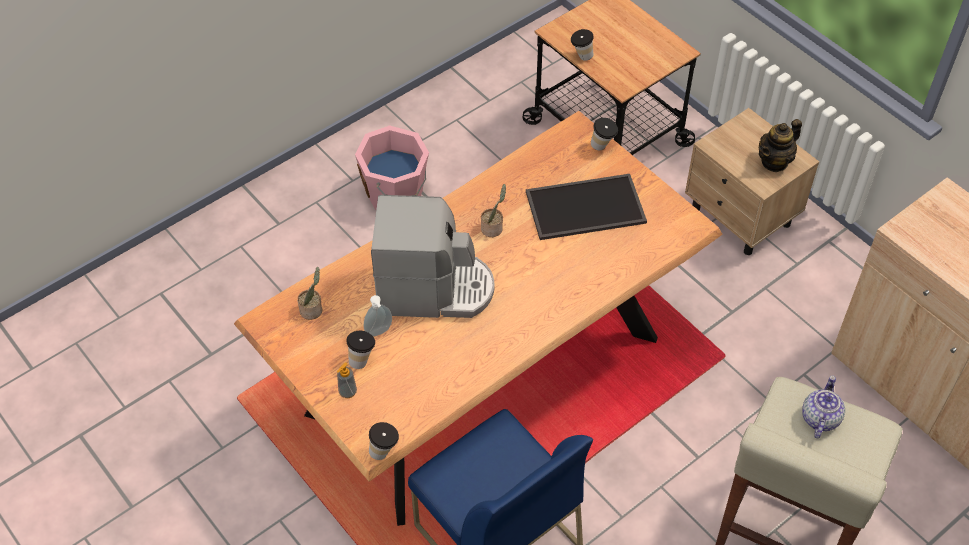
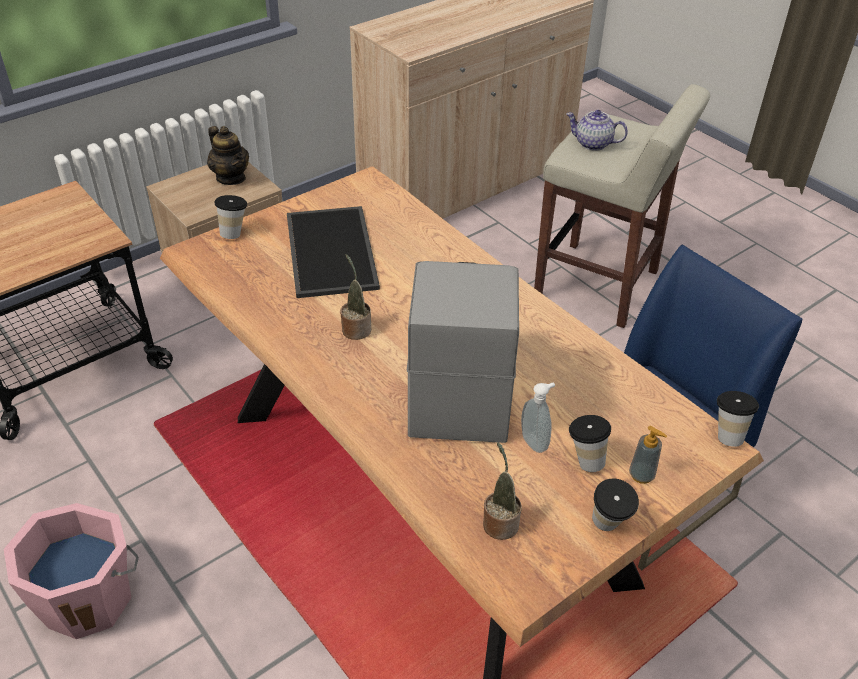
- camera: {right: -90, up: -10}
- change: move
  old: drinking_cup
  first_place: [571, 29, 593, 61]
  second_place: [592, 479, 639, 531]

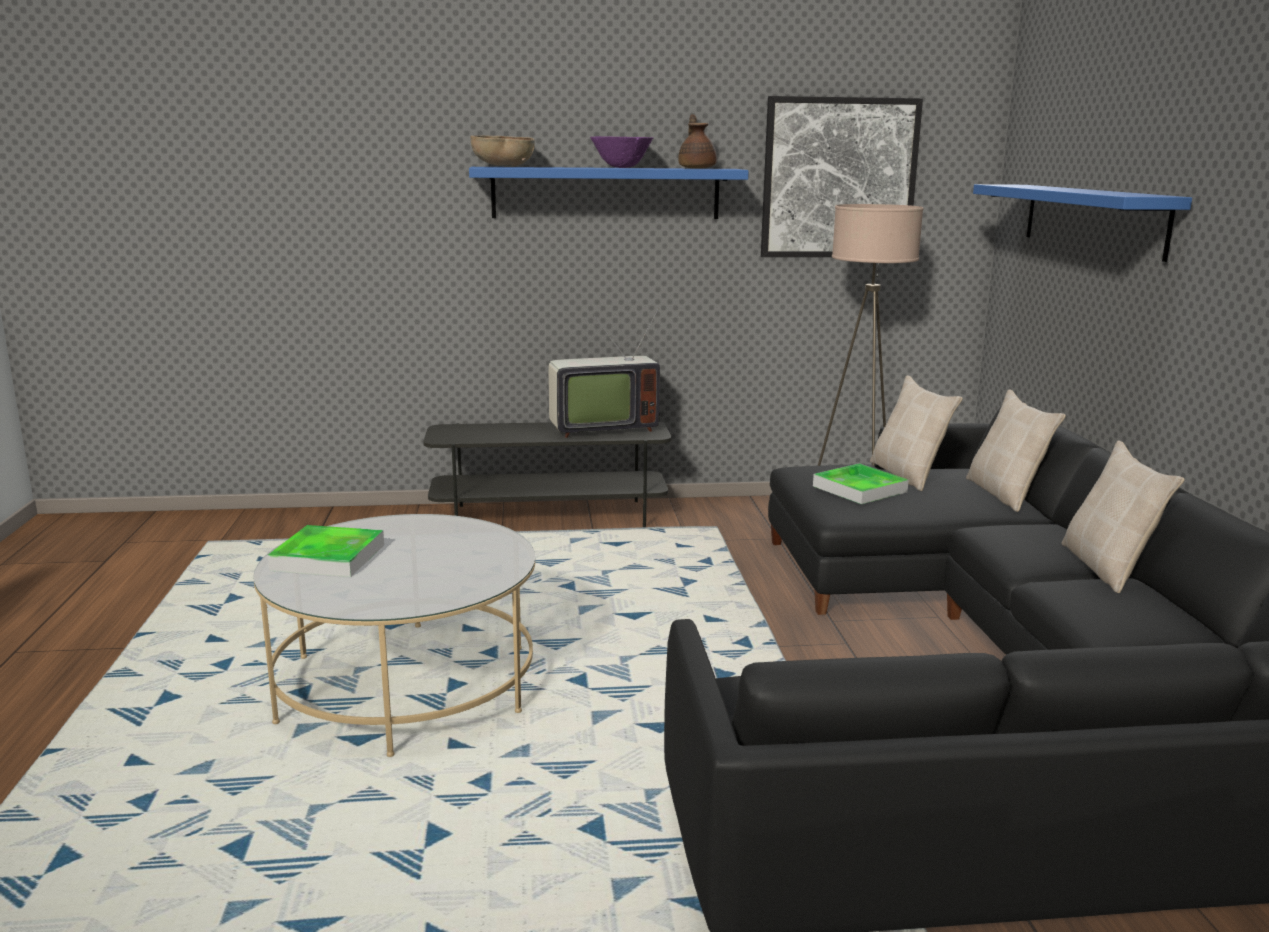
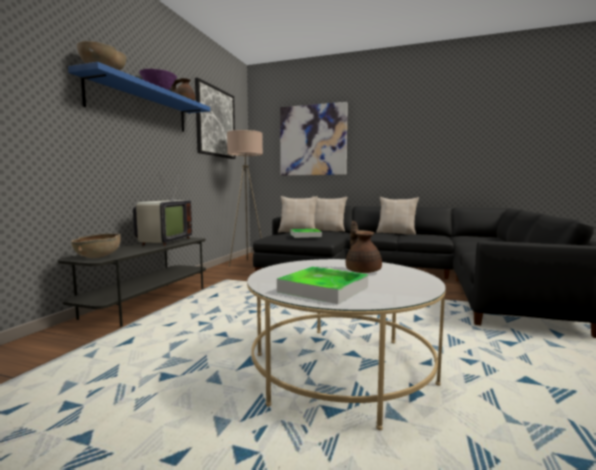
- camera: {right: -65, up: -10}
- change: replace
  old: blue_bracket_shelf
  new: wall_picture
  first_place: [973, 184, 1192, 262]
  second_place: [280, 102, 348, 176]
- change: insert
  new: brown_teapot
  second_place: [346, 221, 382, 273]
- change: insert
  new: brown_bowl
  second_place: [71, 234, 121, 258]

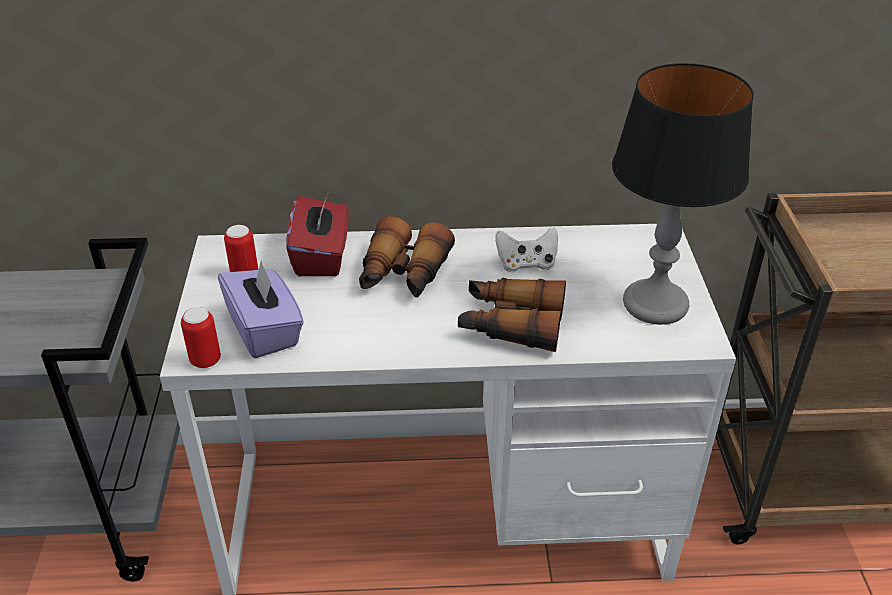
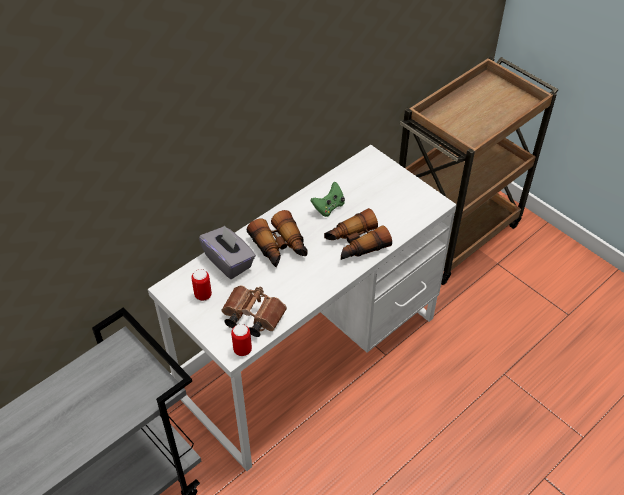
- camera: {right: -40, up: 10}
- change: delete
  old: tabletop_lamp
  first_place: [612, 63, 754, 325]
- change: recolor
  old: red-coloured_box_of_tissues
  new: grey_box_of_tissues
  first_place: [286, 196, 349, 276]
  second_place: [199, 225, 256, 279]
- change: recolor
  old: whitish_gamepad
  new: green-coloured_gamepad
  first_place: [495, 227, 558, 272]
  second_place: [311, 182, 345, 217]
- change: replace
  old: purple-coloured_box_of_tissues
  new: brown_field_glasses
  first_place: [218, 260, 304, 358]
  second_place: [221, 285, 287, 337]

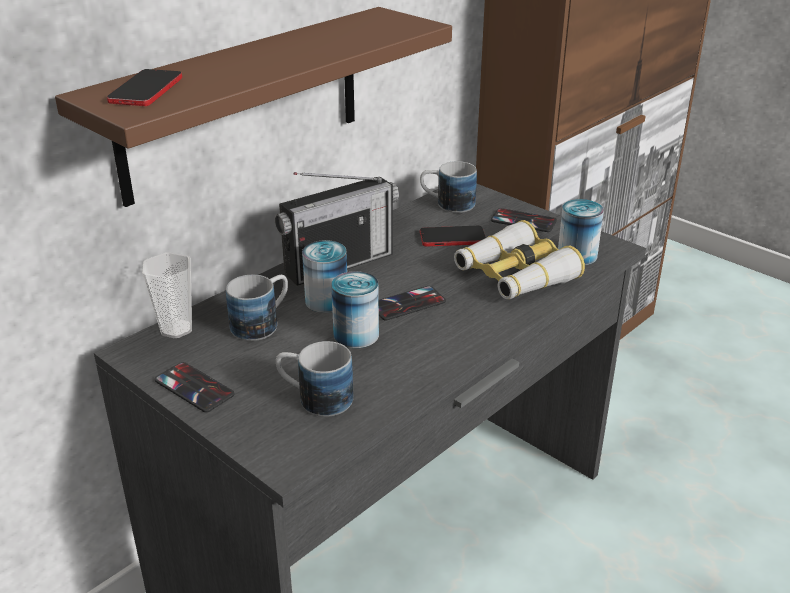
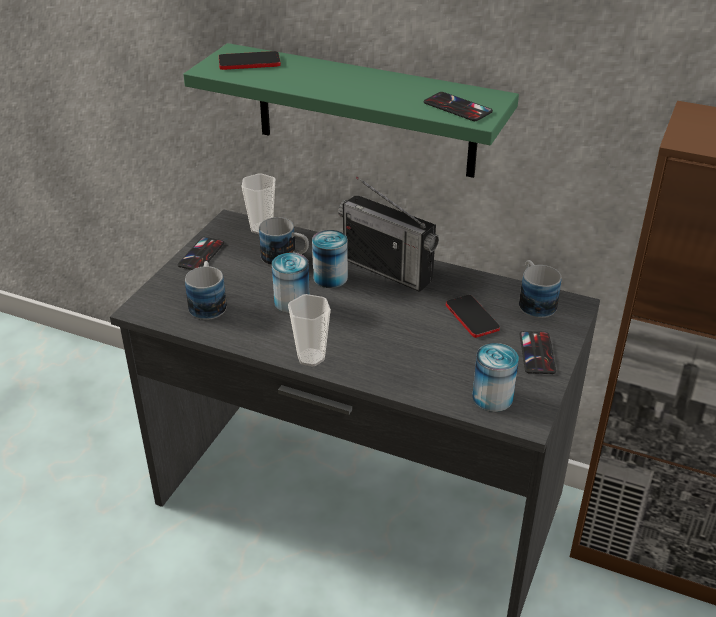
- camera: {right: 70, up: 5}
- change: recolor
  old: brown_bracket_shelf
  new: green-coloured_bracket_shelf
  first_place: [55, 7, 452, 207]
  second_place: [183, 43, 519, 178]
- change: delete
  old: field_glasses
  first_place: [454, 220, 585, 300]
- change: move
  old: telephone
  first_place: [379, 286, 446, 320]
  second_place: [424, 92, 493, 121]
- change: insert
  new: drinking_cup
  second_place: [288, 294, 331, 366]

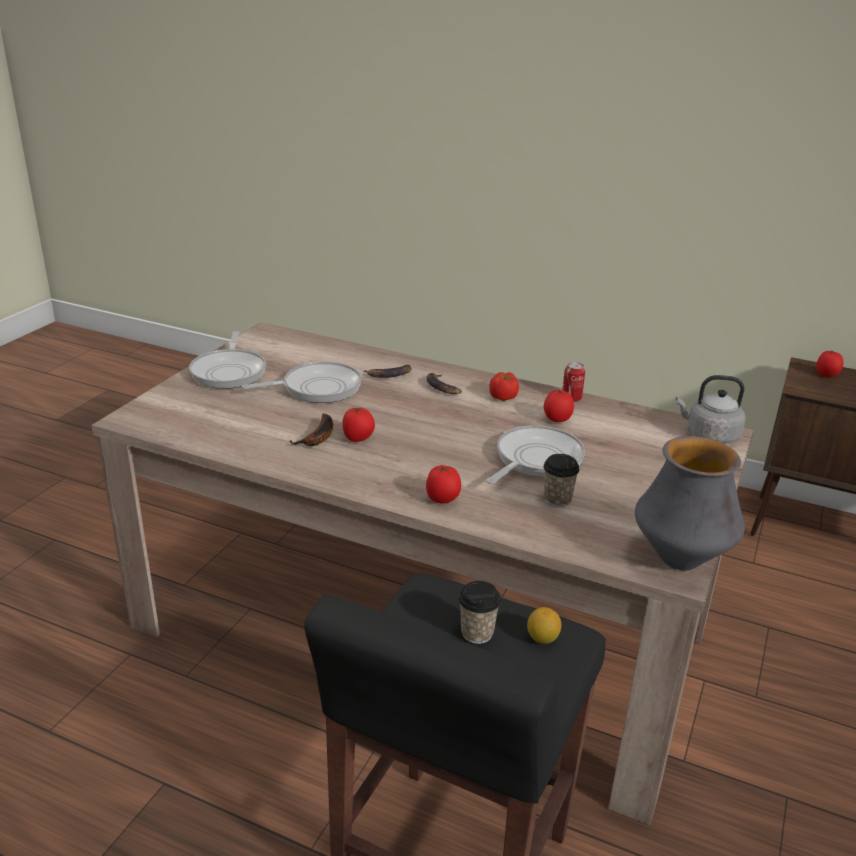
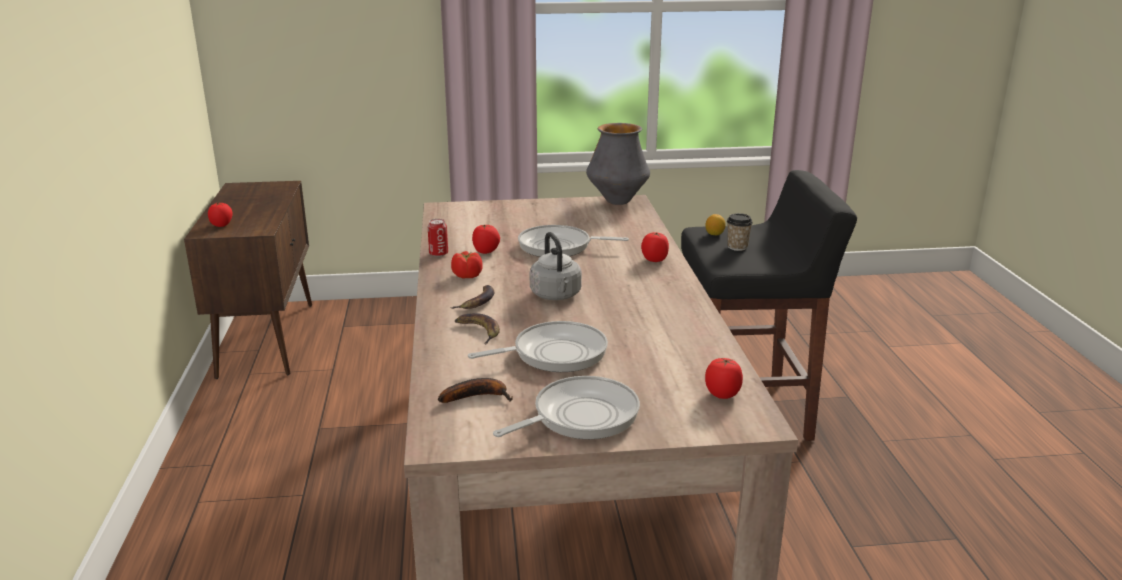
- camera: {right: -120, up: -5}
- change: rotate
  old: skillet
  first_place: [242, 362, 362, 403]
  second_place: [468, 321, 608, 372]
  degrees: 120
- change: move
  old: grey_water_kettle
  first_place: [676, 375, 746, 444]
  second_place: [530, 232, 582, 300]
- change: move
  old: tomato
  first_place: [342, 407, 375, 442]
  second_place: [705, 358, 743, 399]
- change: move
  old: banana
  first_place: [289, 413, 333, 446]
  second_place: [438, 378, 513, 403]
- change: delete
  old: drinking_cup
  first_place: [543, 454, 579, 507]

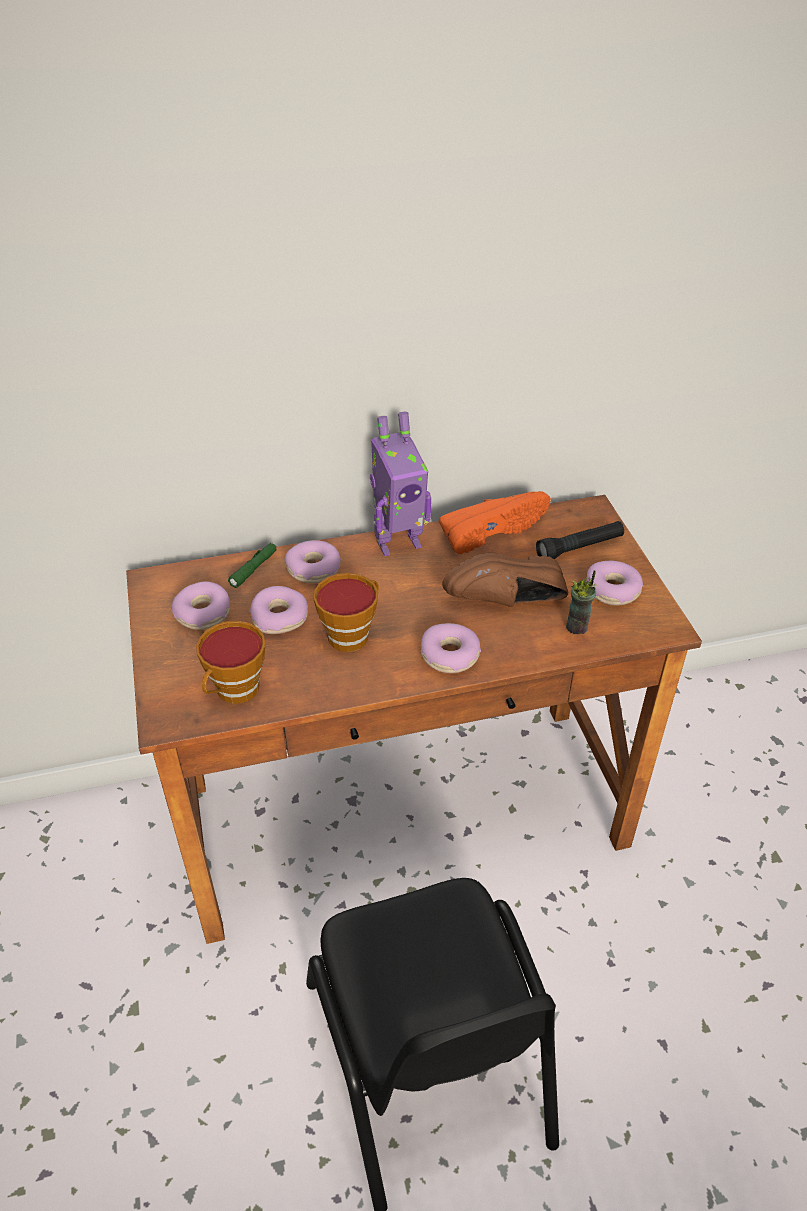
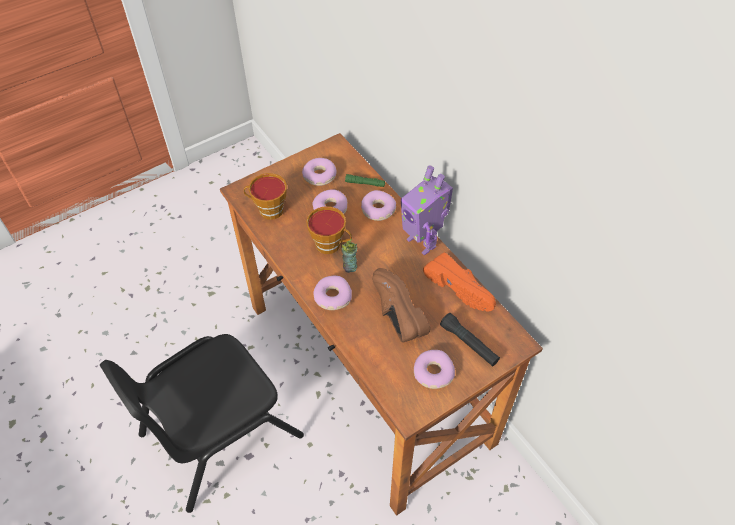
- camera: {right: 70, up: 10}
- change: move
  old: drinking_cup
  first_place: [566, 570, 597, 634]
  second_place: [341, 239, 357, 273]

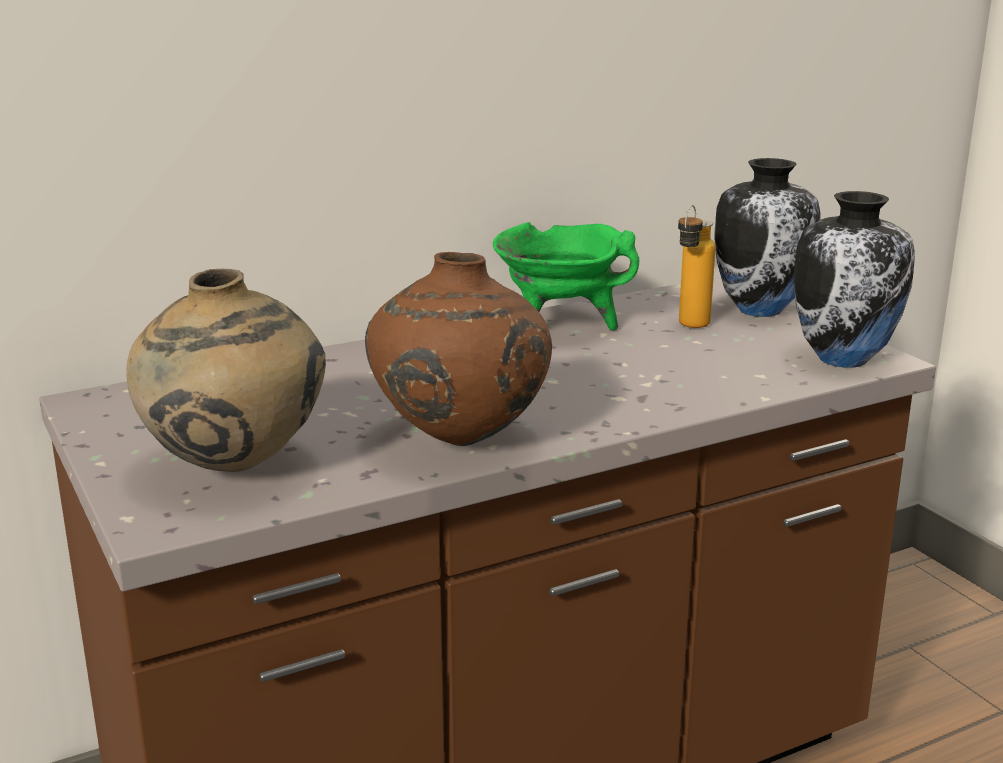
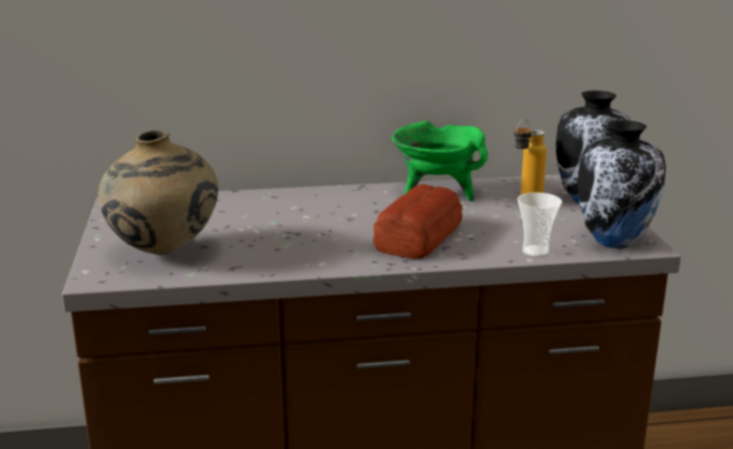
- camera: {right: 20, up: 0}
- change: delete
  old: brown_flower_vase
  first_place: [365, 252, 552, 446]
- change: insert
  new: baked_bread
  second_place: [373, 184, 463, 259]
- change: insert
  new: drinking_cup
  second_place: [517, 192, 562, 257]

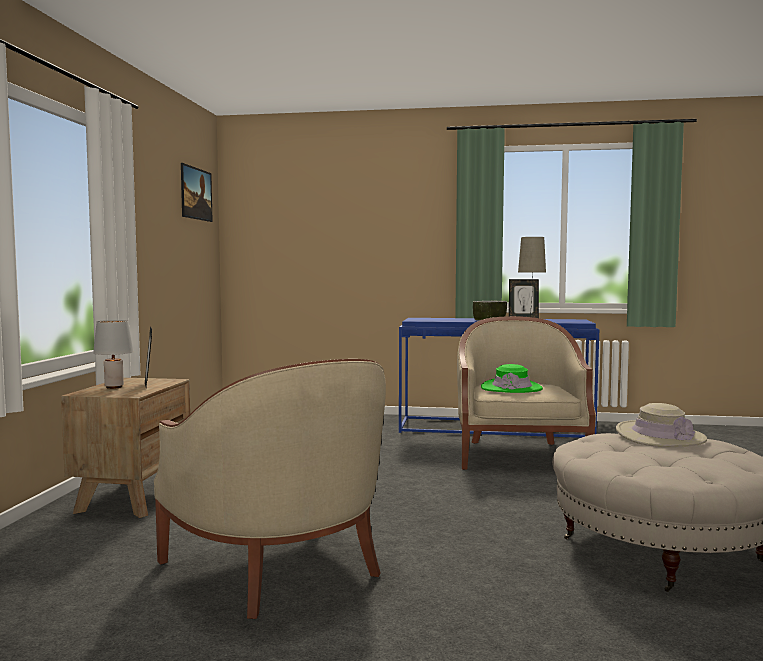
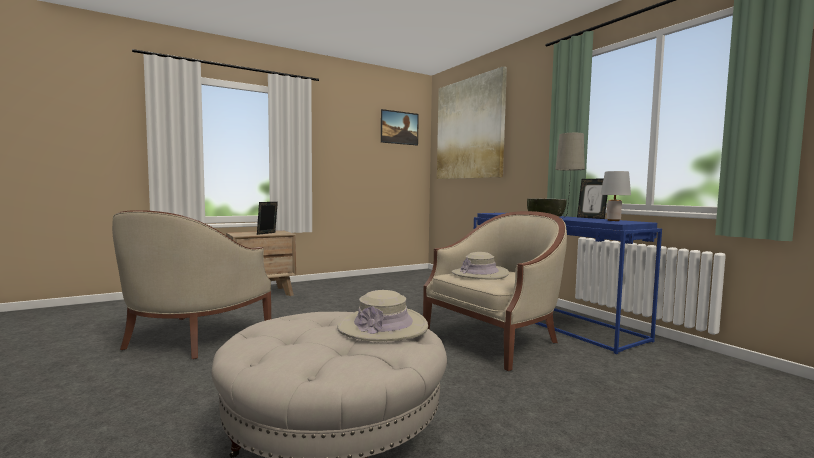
- camera: {right: 50, up: 0}
- change: move
  old: grey_tabletop_lamp
  first_place: [93, 320, 133, 389]
  second_place: [600, 171, 631, 221]
- change: recolor
  old: green-coloured_clothing_hat
  new: sand-coloured_clothing_hat
  first_place: [481, 364, 543, 393]
  second_place: [452, 252, 509, 280]
- change: insert
  new: wall_picture
  second_place: [437, 66, 507, 179]

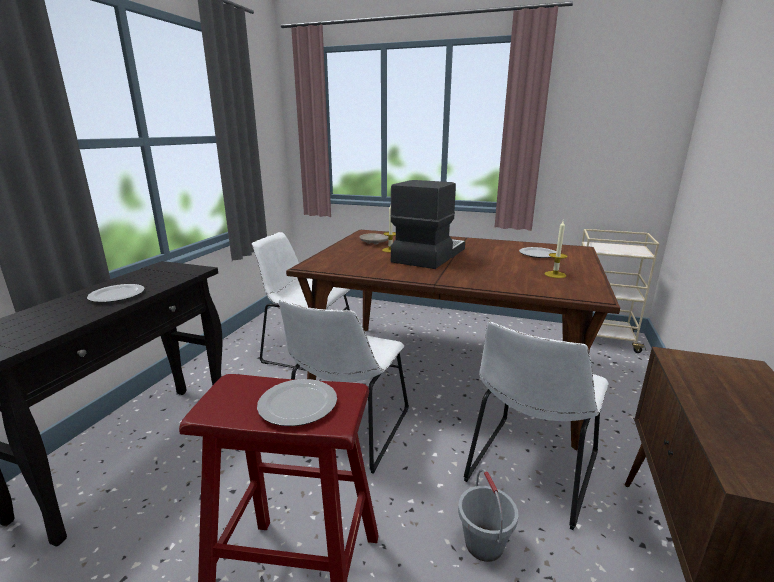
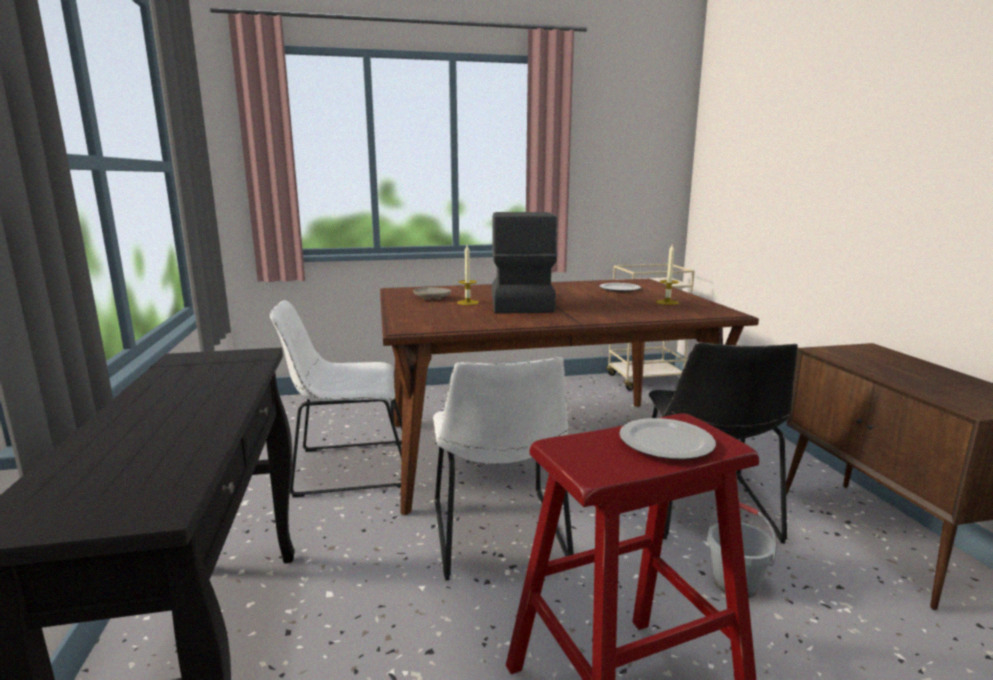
- camera: {right: -30, up: -5}
- change: delete
  old: flat_dish
  first_place: [87, 284, 145, 302]
- change: recolor
  old: whitish_upright_chair
  new: black-coloured_upright_chair
  first_place: [463, 321, 608, 530]
  second_place: [649, 342, 798, 543]

